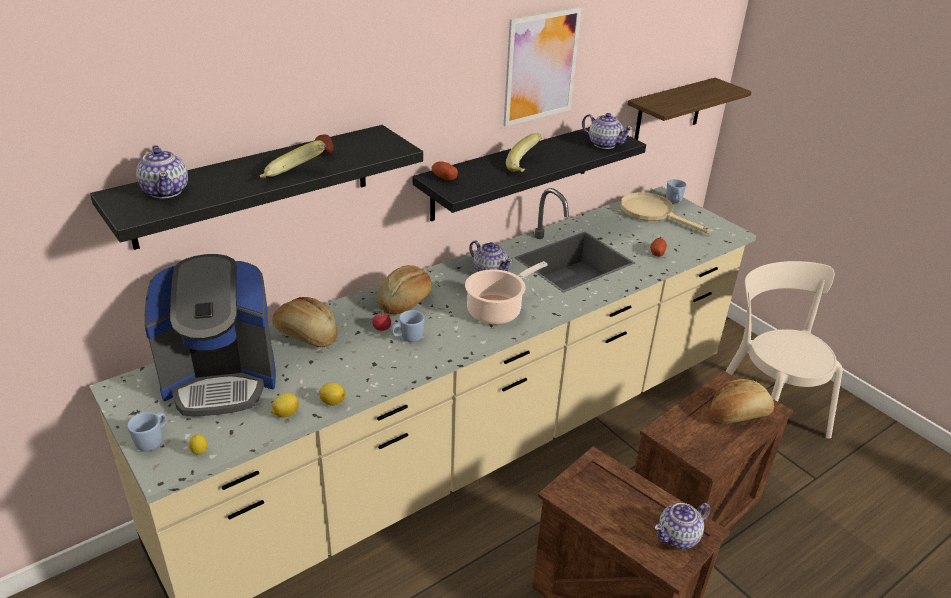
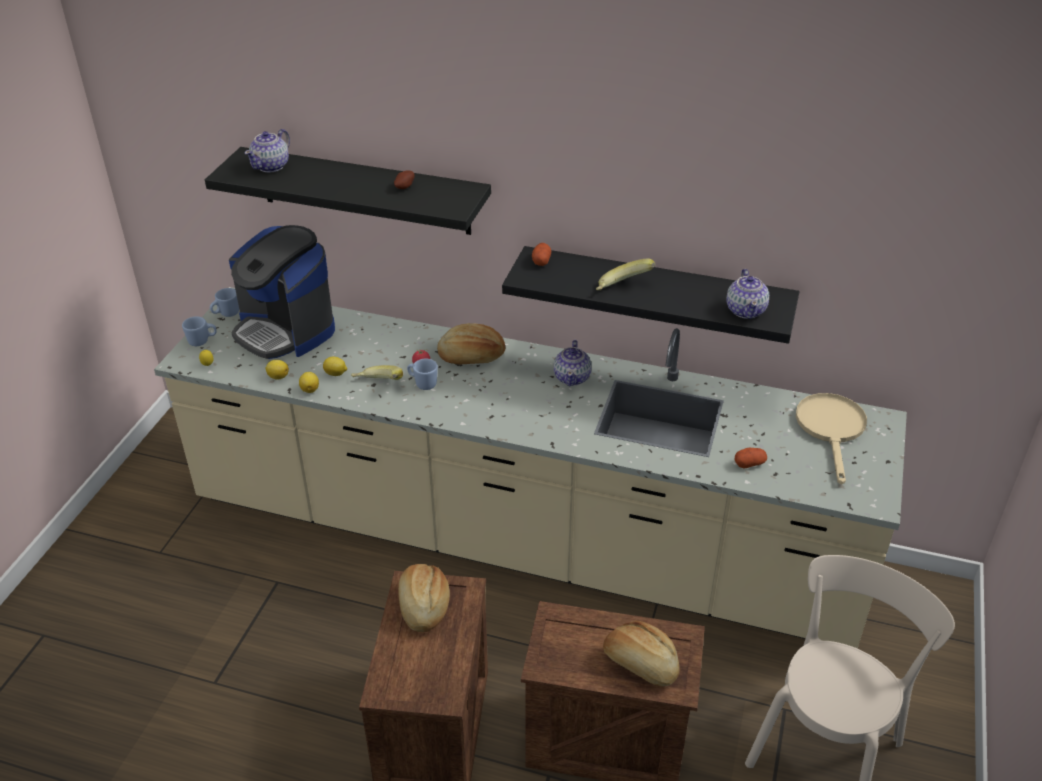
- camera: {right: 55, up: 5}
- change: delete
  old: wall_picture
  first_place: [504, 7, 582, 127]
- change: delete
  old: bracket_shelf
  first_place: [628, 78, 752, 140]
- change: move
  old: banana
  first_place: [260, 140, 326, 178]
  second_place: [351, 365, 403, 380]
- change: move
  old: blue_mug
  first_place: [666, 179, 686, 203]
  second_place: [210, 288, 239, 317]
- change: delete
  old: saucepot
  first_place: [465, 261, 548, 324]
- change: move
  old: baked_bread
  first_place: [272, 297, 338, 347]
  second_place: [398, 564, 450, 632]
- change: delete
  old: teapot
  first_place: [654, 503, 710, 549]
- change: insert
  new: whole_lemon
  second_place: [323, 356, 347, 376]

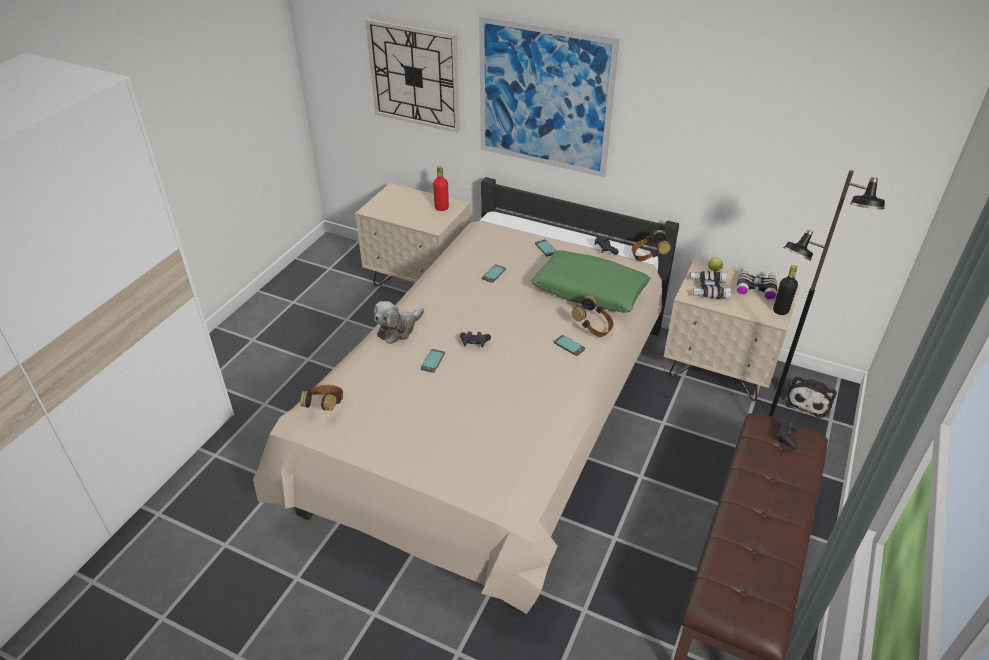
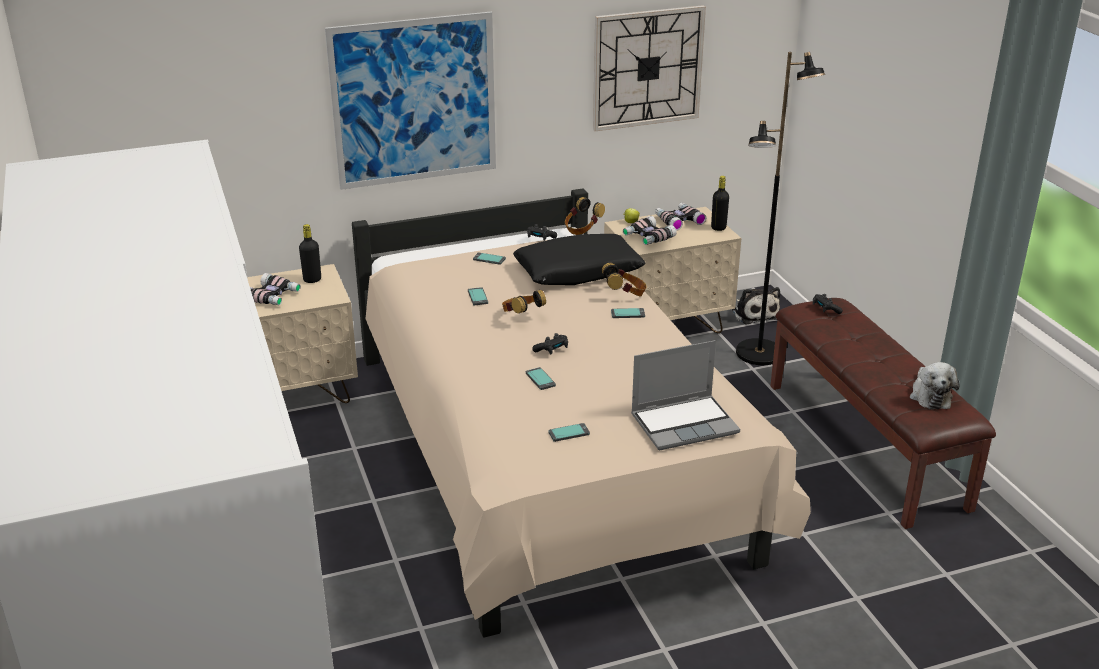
- camera: {right: -45, up: -10}
- change: move
  old: clock_on_the_wall
  first_place: [365, 19, 460, 133]
  second_place: [593, 5, 706, 131]
- change: recolor
  old: red-coloured_beverage_bottle
  new: black-coloured_beverage_bottle
  first_place: [433, 166, 449, 211]
  second_place: [299, 224, 321, 283]
- change: recolor
  old: green-coloured_throw_pillow
  new: black-coloured_throw_pillow
  first_place: [531, 250, 651, 313]
  second_place: [513, 234, 645, 285]
- change: move
  old: cuddly_toy
  first_place: [374, 301, 424, 344]
  second_place: [910, 362, 960, 409]
- change: move
  old: pair_of_headphones
  first_place: [300, 385, 343, 411]
  second_place: [502, 290, 546, 314]
- change: insert
  new: field_glasses
  second_place: [250, 273, 301, 305]
- change: insert
  new: notebook_computer
  second_place: [631, 340, 740, 450]
- change: insert
  new: telephone
  second_place: [548, 423, 590, 442]

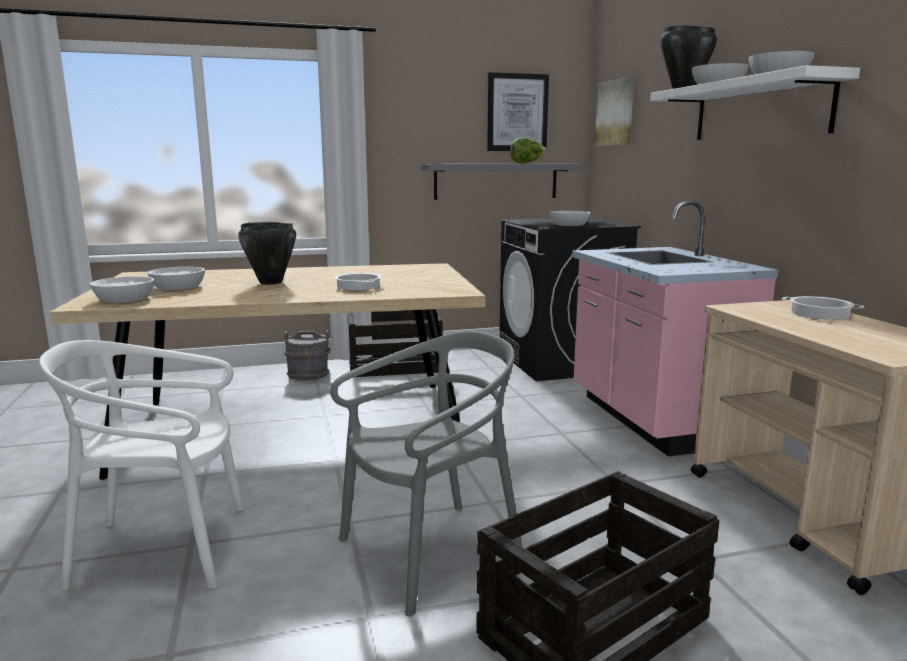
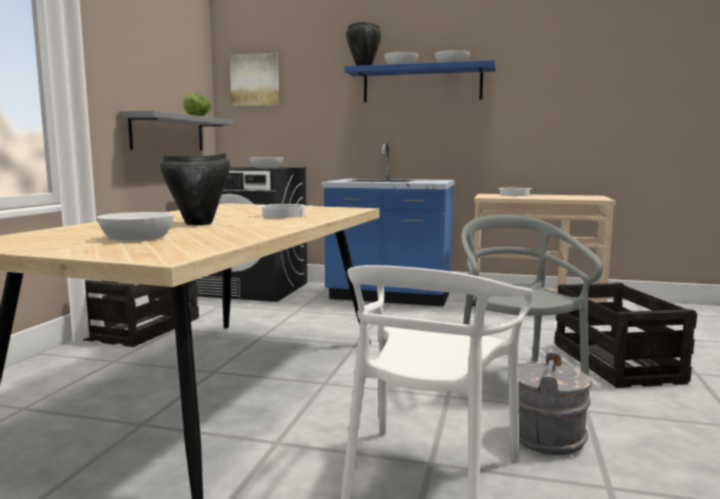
- camera: {right: -60, up: -5}
- change: recolor
  old: whitish_bracket_shelf
  new: blue_bracket_shelf
  first_place: [650, 65, 860, 140]
  second_place: [344, 60, 496, 103]
- change: delete
  old: wall_picture
  first_place: [487, 72, 549, 151]
- change: recolor
  old: pink_kitchen_counter
  new: blue_kitchen_counter
  first_place: [572, 201, 779, 457]
  second_place: [321, 142, 455, 306]
- change: delete
  old: whitish_bowl
  first_place: [90, 276, 154, 303]
- change: move
  old: grey_water_bucket
  first_place: [284, 330, 331, 380]
  second_place: [518, 352, 592, 455]

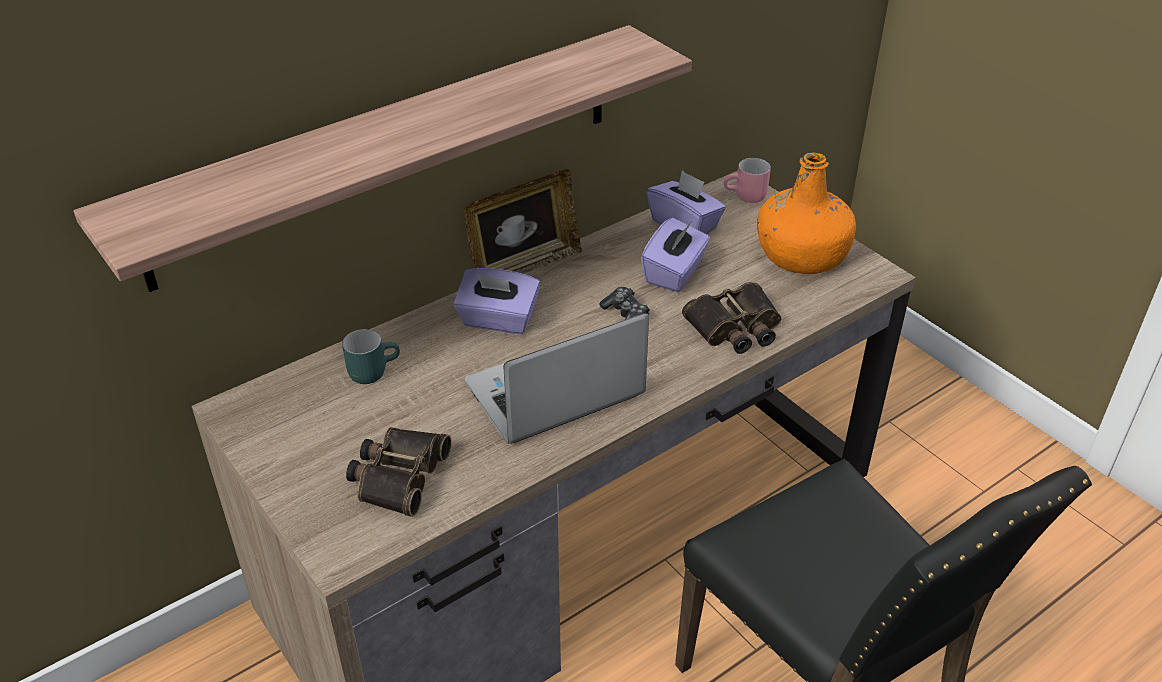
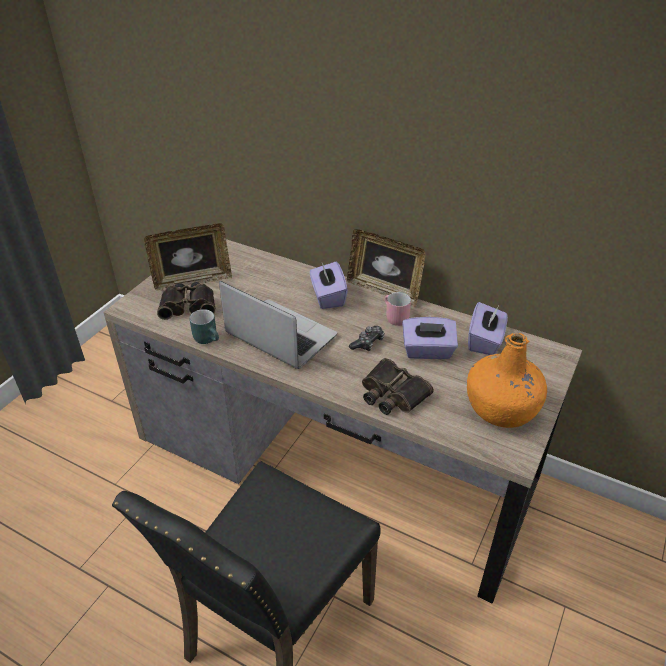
- camera: {right: 65, up: 0}
- change: delete
  old: bracket_shelf
  first_place: [73, 25, 692, 292]
- change: move
  old: pink_mug
  first_place: [724, 158, 771, 203]
  second_place: [385, 292, 411, 326]
- change: move
  old: turquoise-coloured_mug
  first_place: [342, 329, 400, 384]
  second_place: [189, 309, 219, 344]
- change: insert
  new: picture_frame
  second_place: [144, 223, 232, 291]

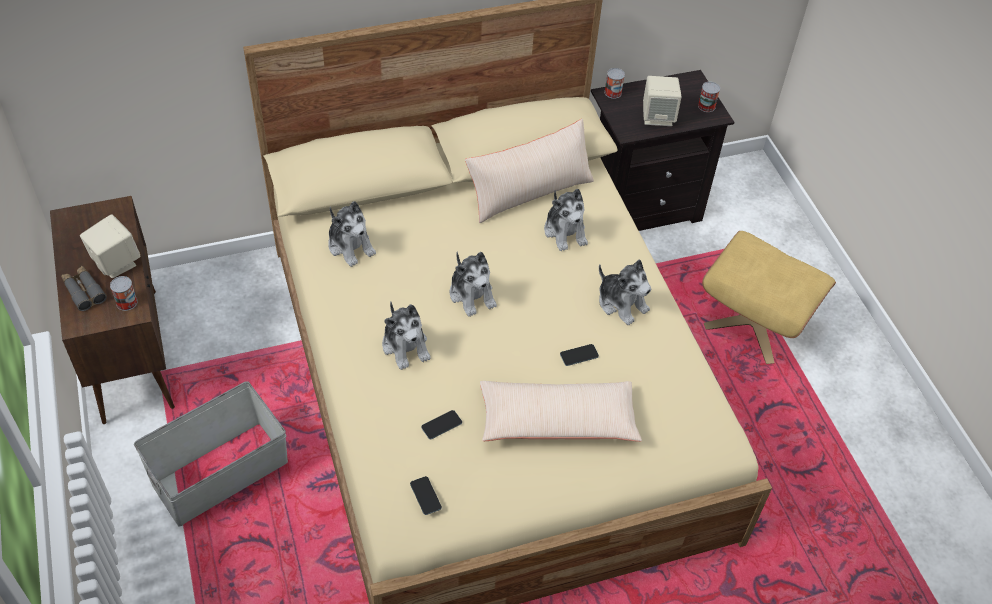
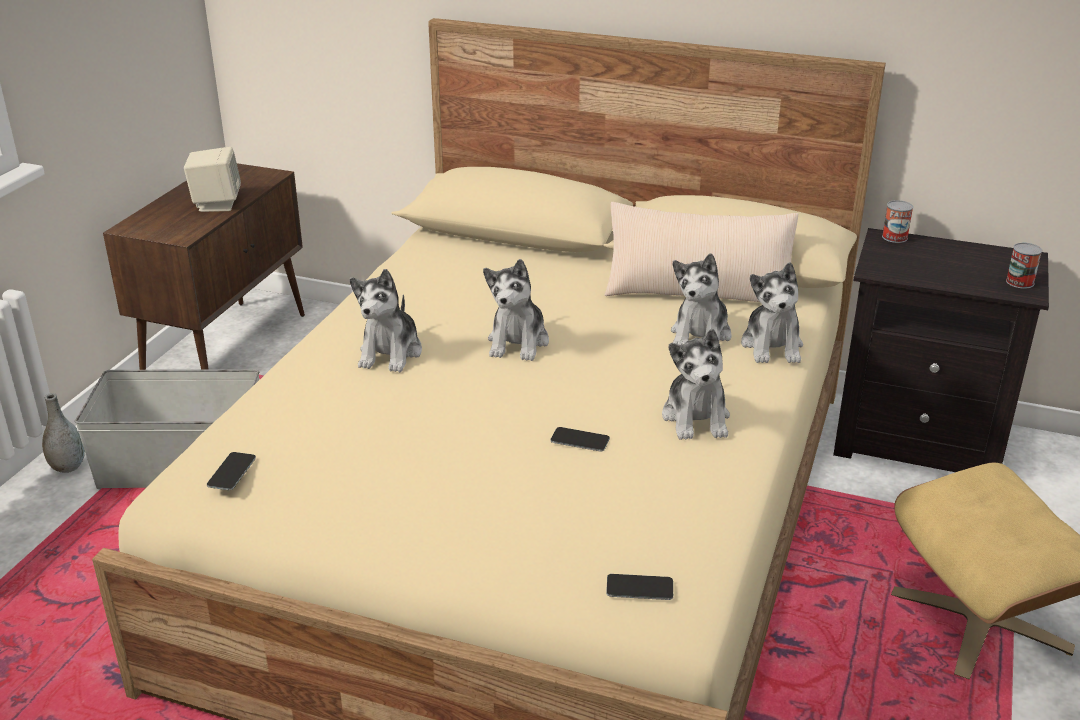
- camera: {right: 40, up: -20}
- change: delete
  old: sand-coloured_loudspeaker
  first_place: [643, 76, 681, 126]
- change: move
  old: cuddly_toy
  first_place: [328, 201, 376, 267]
  second_place: [741, 262, 803, 363]
- change: delete
  old: grey_field_glasses
  first_place: [61, 266, 107, 311]
- change: delete
  old: sealed_can
  first_place: [110, 276, 138, 311]
- change: delete
  old: sand-coloured_throw_pillow
  first_place: [480, 381, 642, 442]
- change: move
  old: telephone
  first_place: [421, 410, 462, 439]
  second_place: [606, 574, 673, 600]
- change: insert
  new: grey_flower_vase
  second_place: [42, 393, 85, 473]

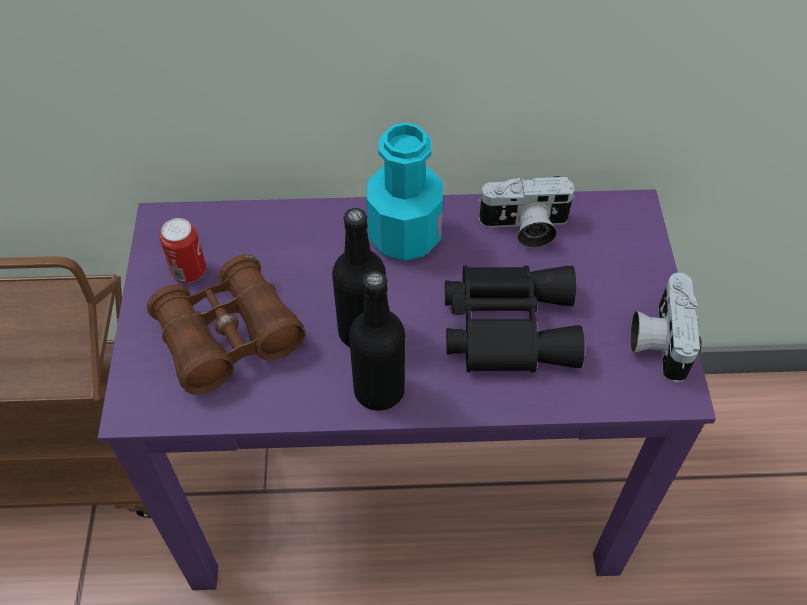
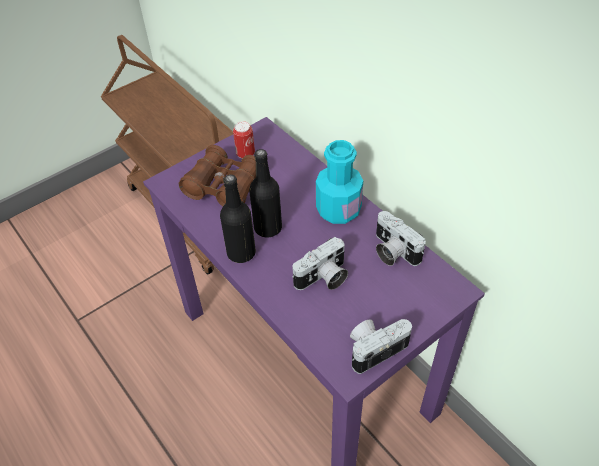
- camera: {right: 55, up: -5}
- change: replace
  old: black-coloured_field_glasses
  new: photo_camera
  first_place: [445, 266, 585, 372]
  second_place: [292, 237, 348, 290]

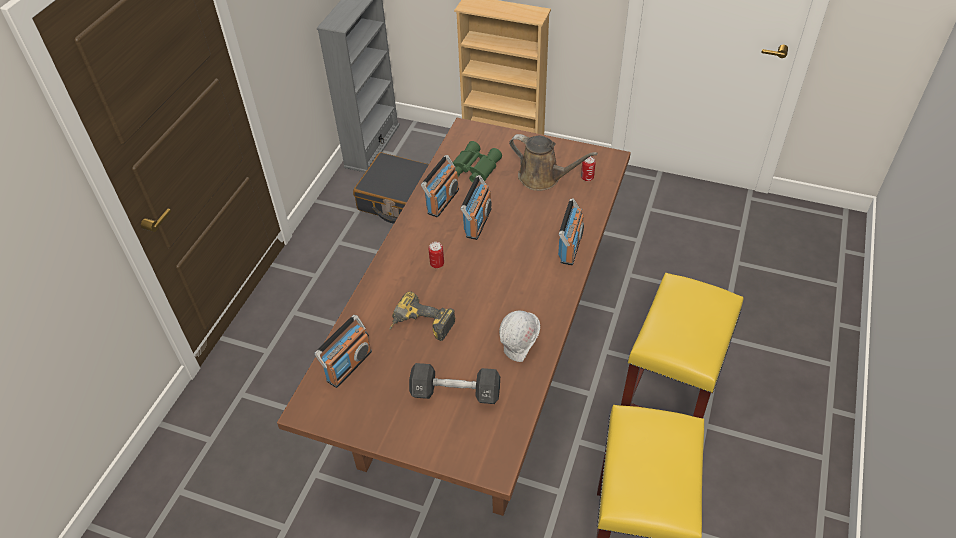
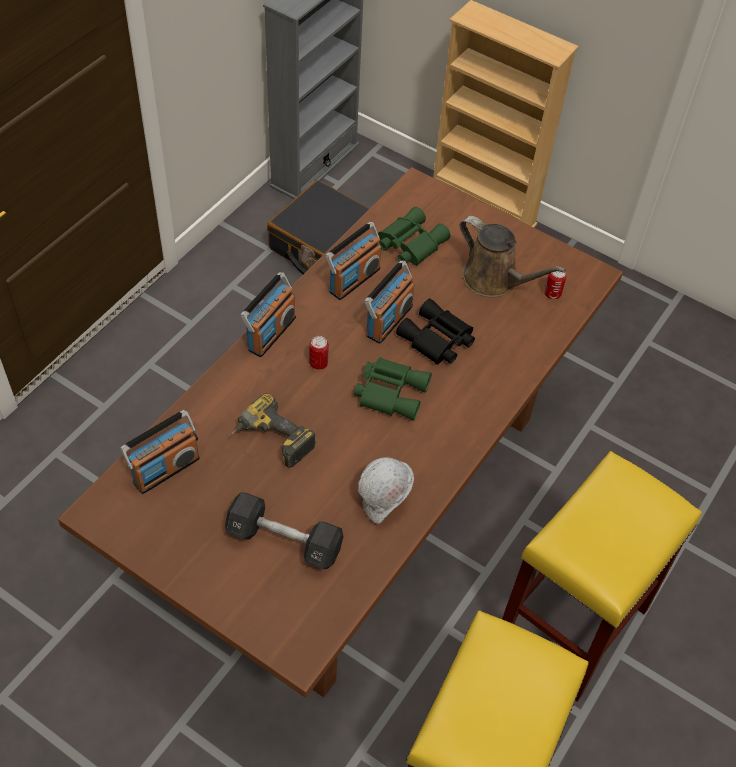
- camera: {right: 10, up: 5}
- change: move
  old: radio_receiver
  first_place: [558, 198, 584, 265]
  second_place: [241, 272, 296, 357]
- change: insert
  new: black-coloured_field_glasses
  second_place: [396, 299, 475, 365]
- change: insert
  new: green-coloured_field_glasses
  second_place: [354, 357, 432, 421]

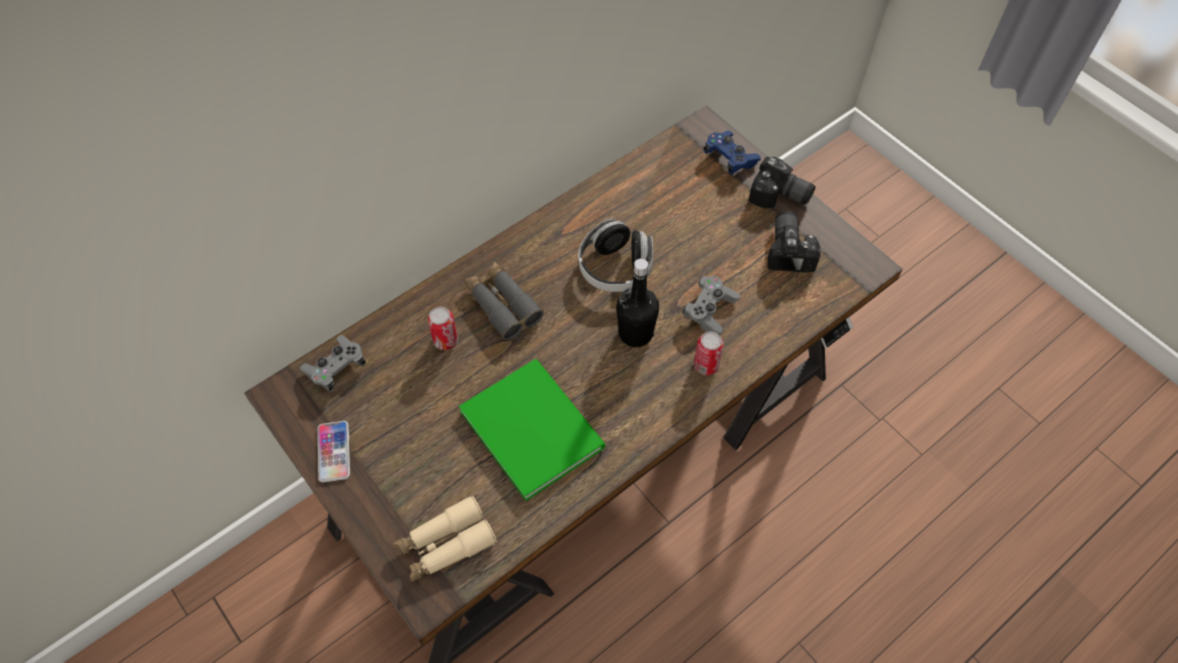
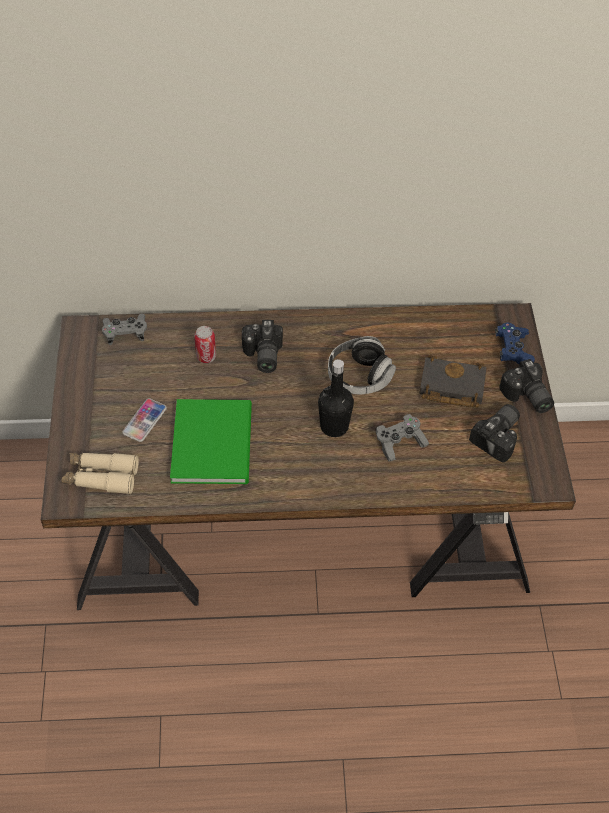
- camera: {right: 35, up: -5}
- change: replace
  old: grey_field_glasses
  new: photo_camera
  first_place: [464, 262, 544, 340]
  second_place: [242, 320, 283, 373]
- change: delete
  old: sealed_can
  first_place: [694, 332, 724, 375]
- change: move
  old: telephone
  first_place: [317, 421, 350, 482]
  second_place: [122, 398, 167, 442]
- change: insert
  new: black-coloured_book
  second_place: [419, 355, 487, 408]

